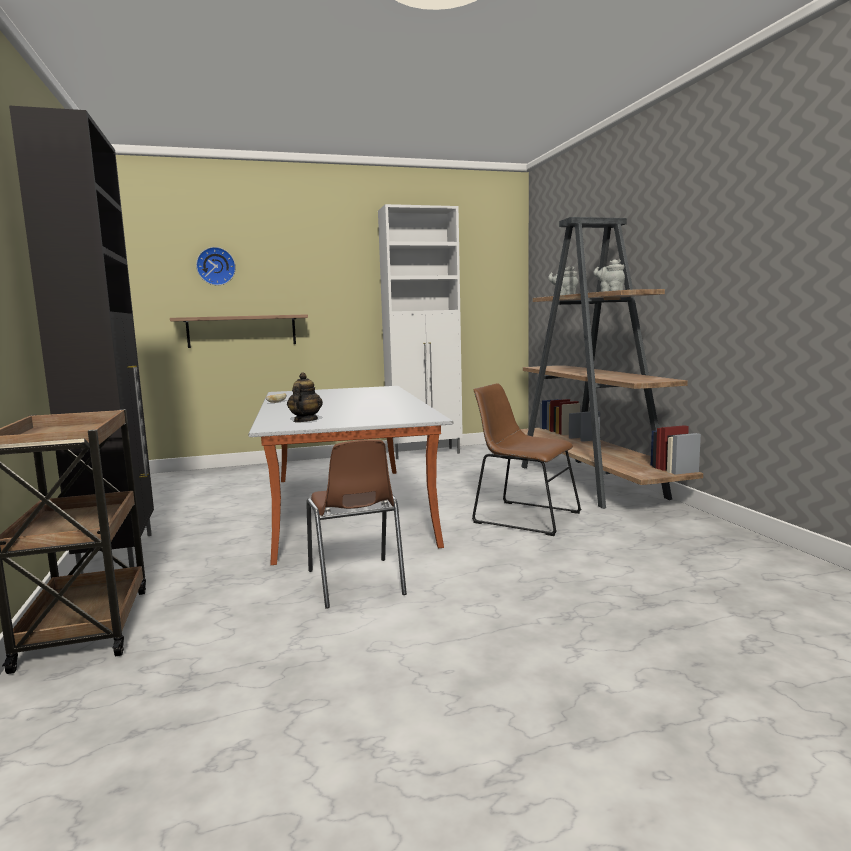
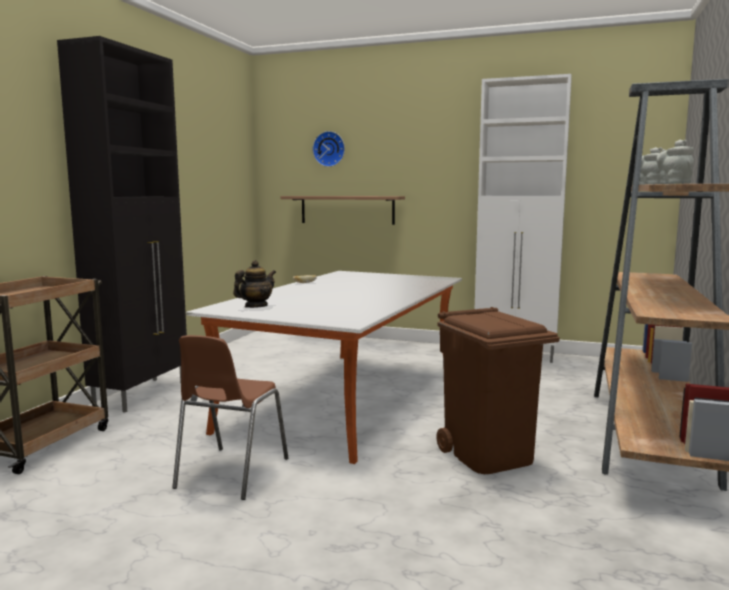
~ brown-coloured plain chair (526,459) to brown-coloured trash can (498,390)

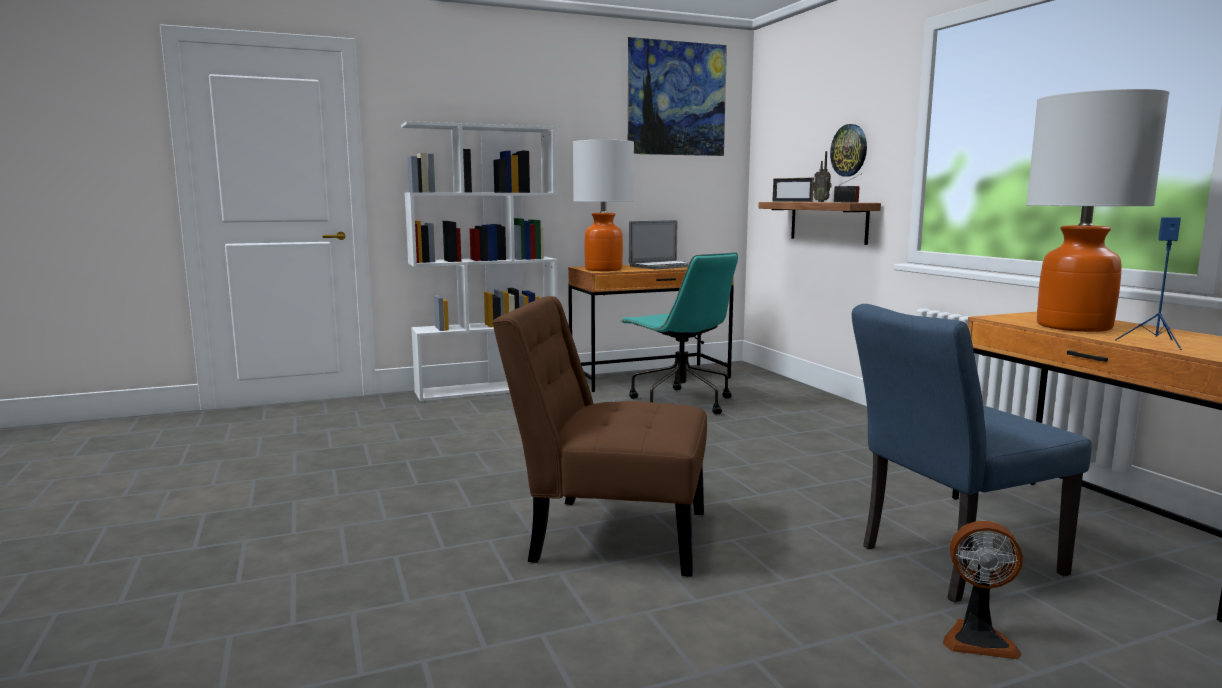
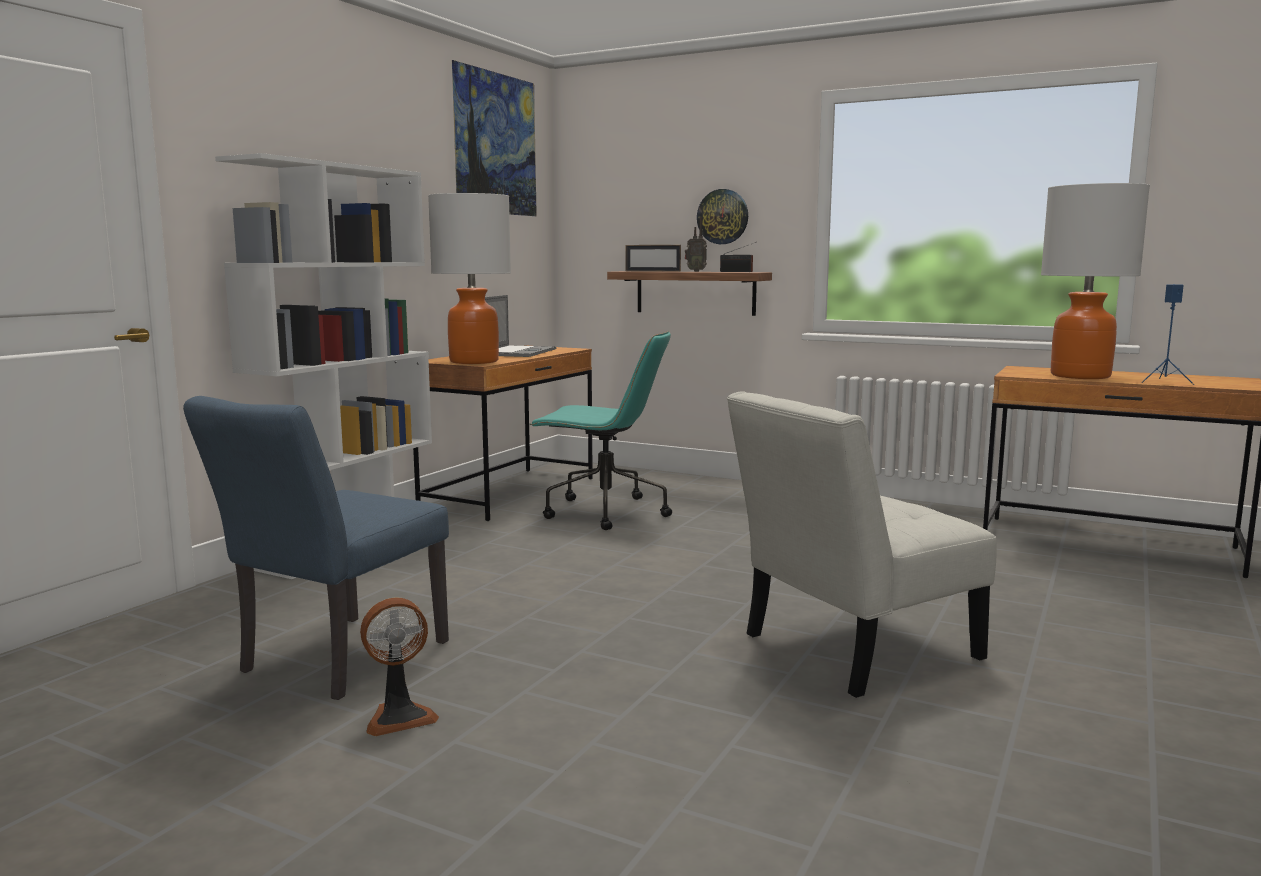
~ brown-coloured plain chair (599,436) to white-coloured plain chair (862,544)
~ blue plain chair (971,453) to (316,548)
~ electric fan (983,590) to (399,666)

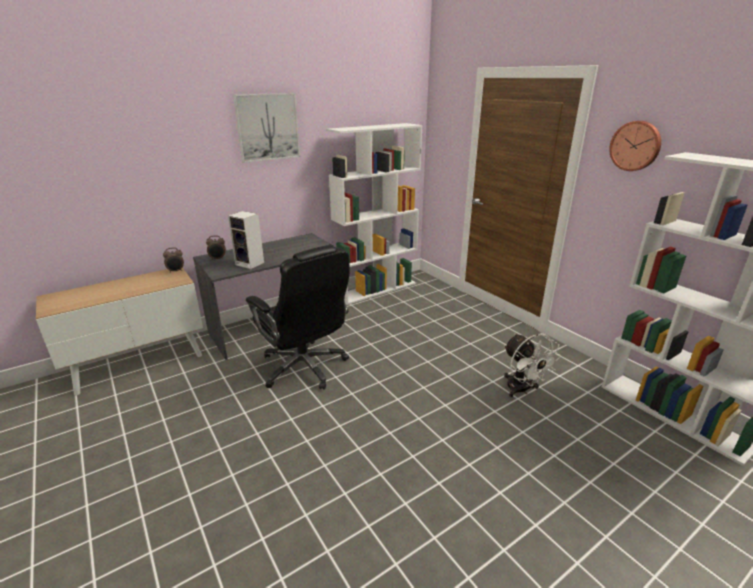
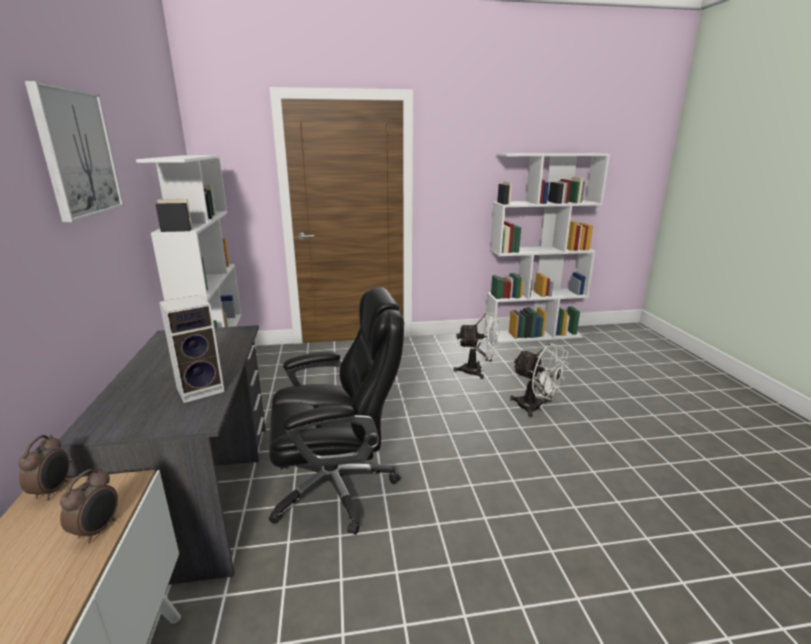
- hanging clock (635,146)
~ table clock (216,247) to (89,505)
+ white-coloured electric fan (539,380)

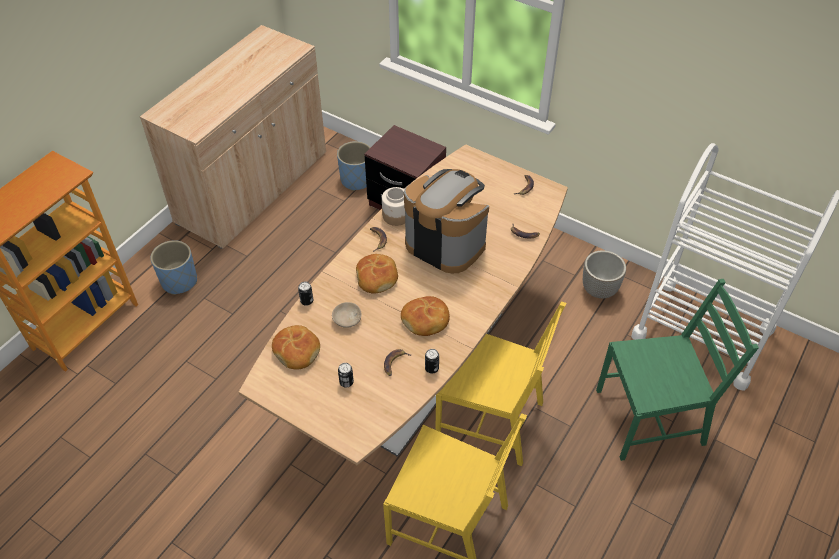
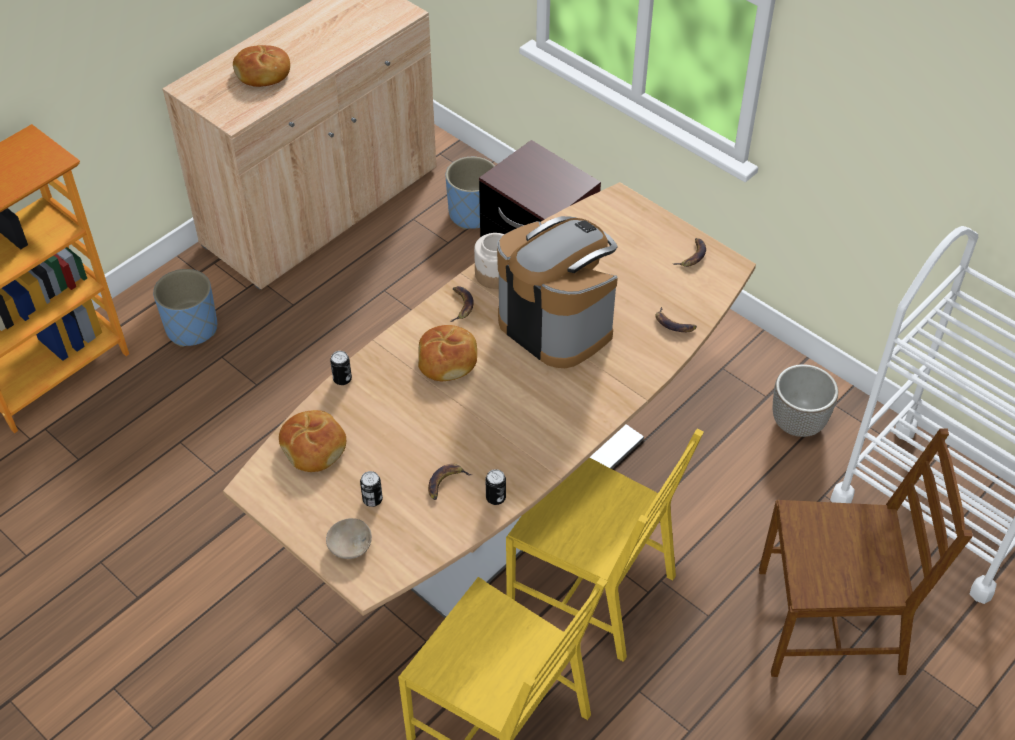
~ green-coloured plain chair (677,370) to brown-coloured plain chair (866,552)
~ baked bread (425,316) to (261,66)
~ beige deep dish (347,315) to (349,538)

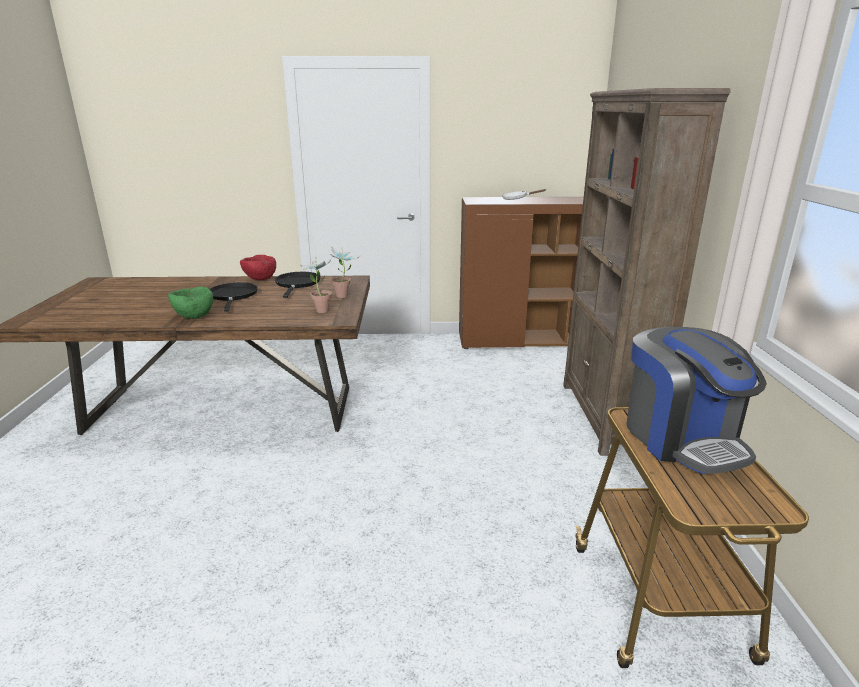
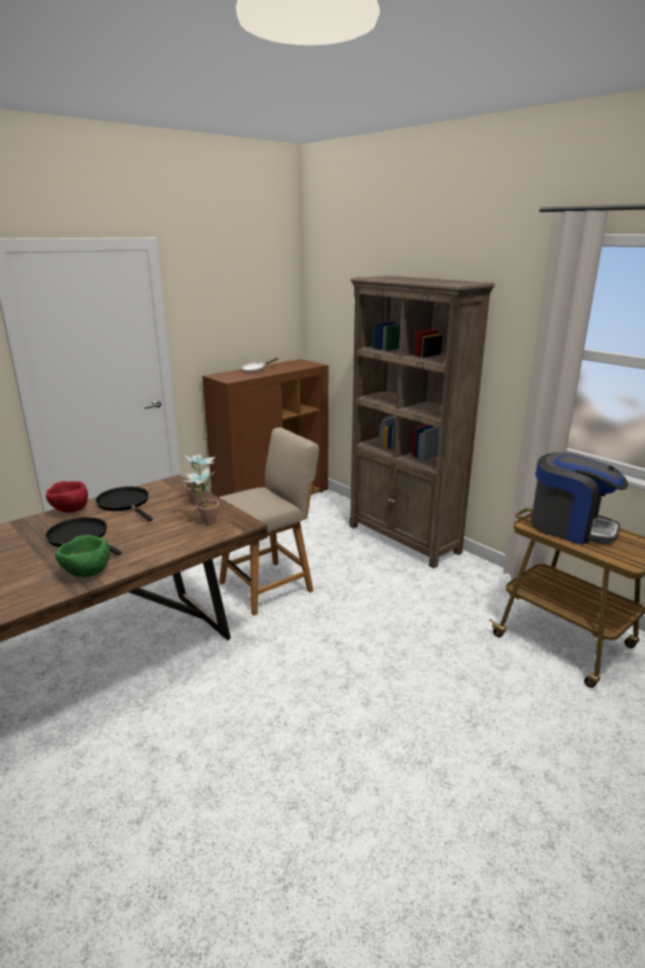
+ beige plain chair (269,521)

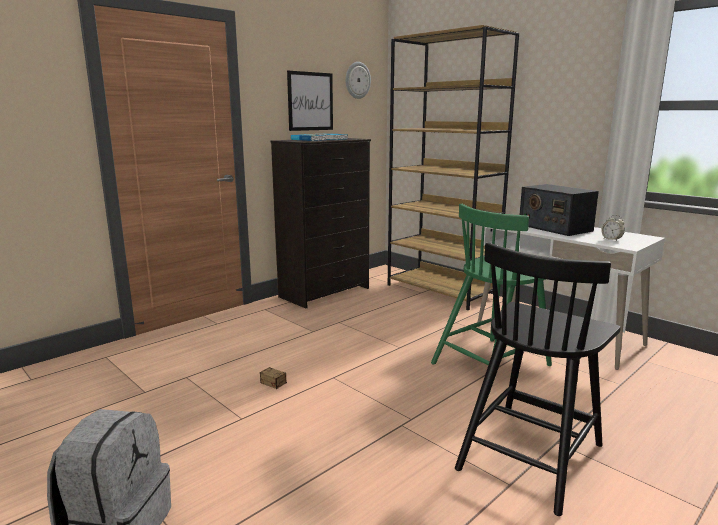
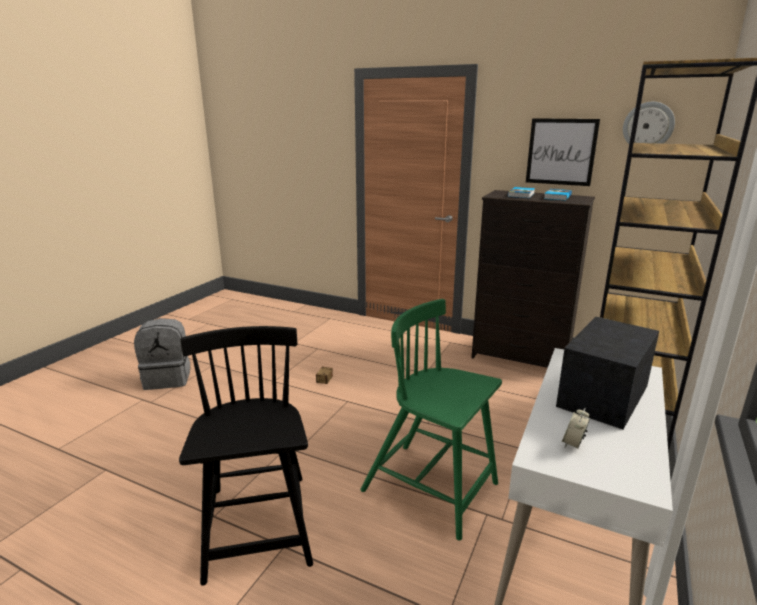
~ black plain chair (538,379) = (246,456) 60 degrees clockwise

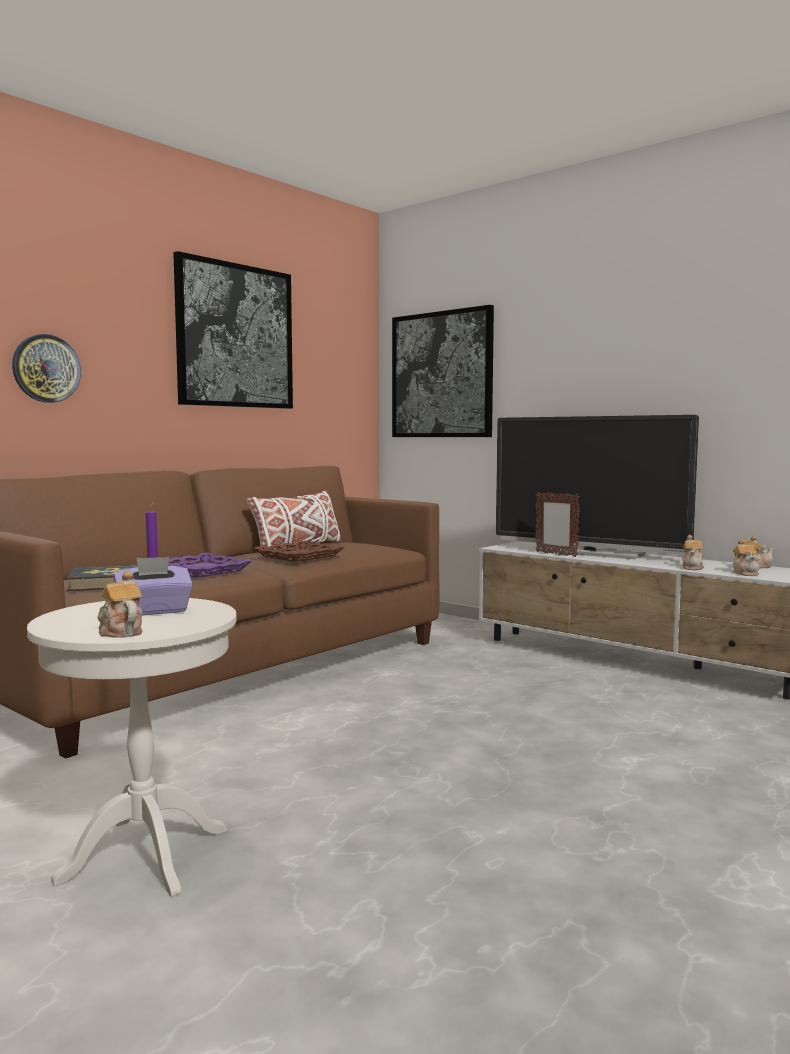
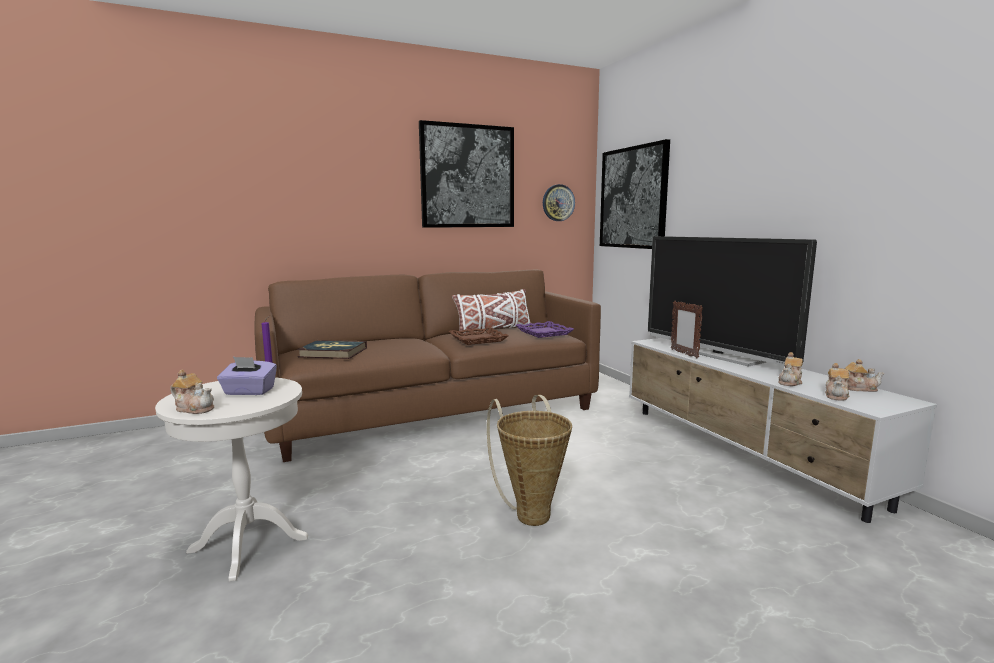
~ hanging clock (46,368) to (559,202)
~ purple-coloured tray (210,565) to (545,329)
~ pot for tea (120,604) = (192,392) 120 degrees clockwise
+ basket (529,460)

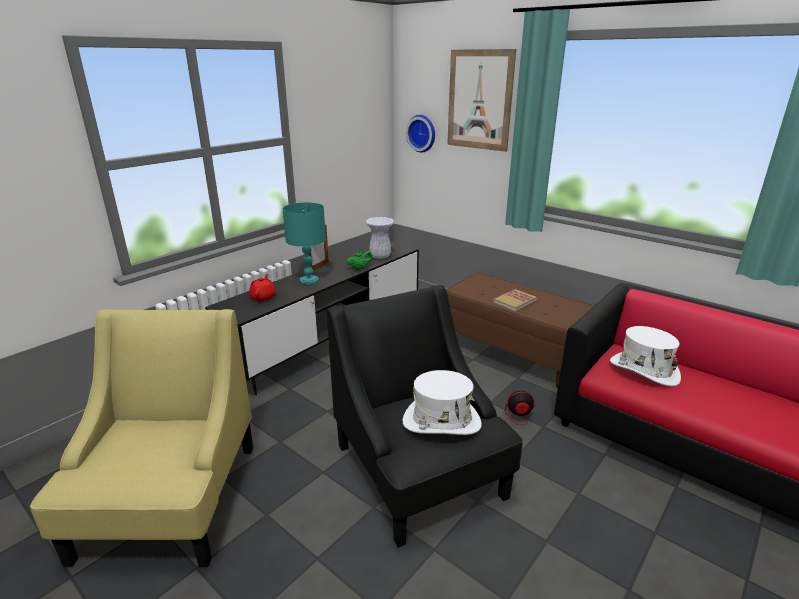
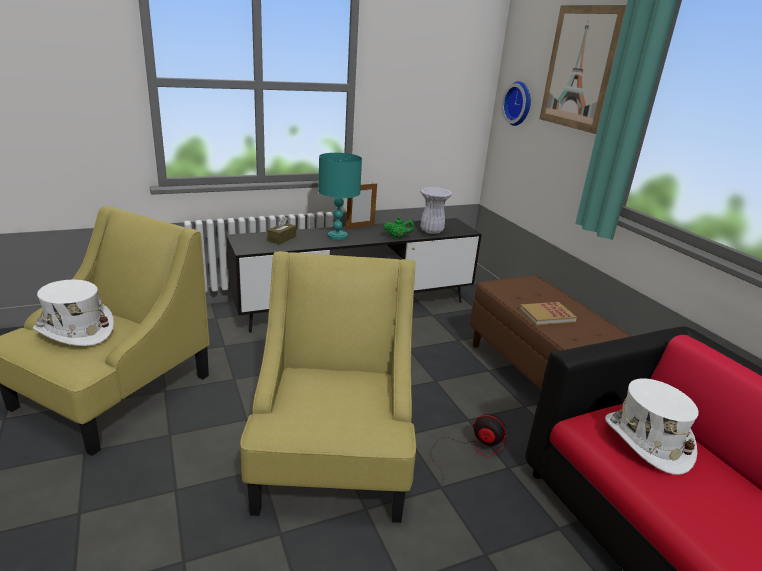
~ reddish pot for tea (262,287) to brown-coloured box of tissues (281,230)
~ black armchair (424,416) to yellow-coloured armchair (328,387)
~ white-coloured hat (442,402) to (73,313)

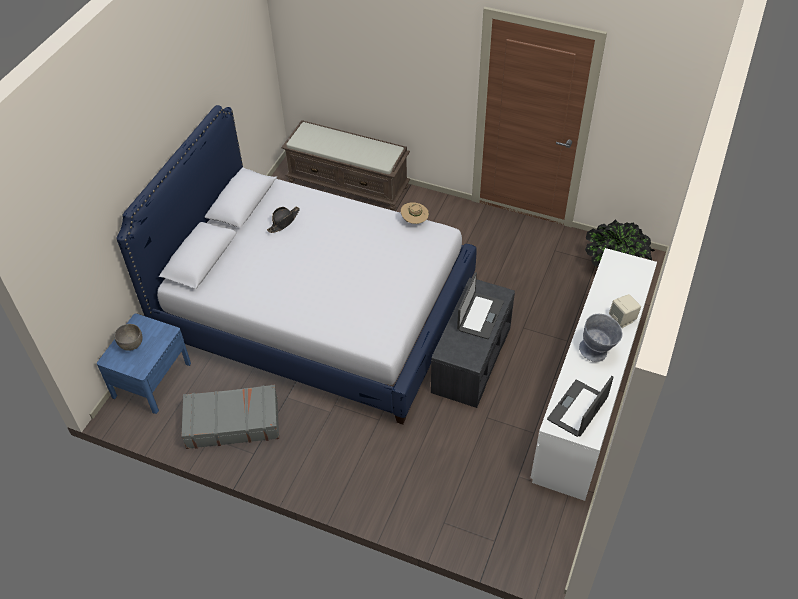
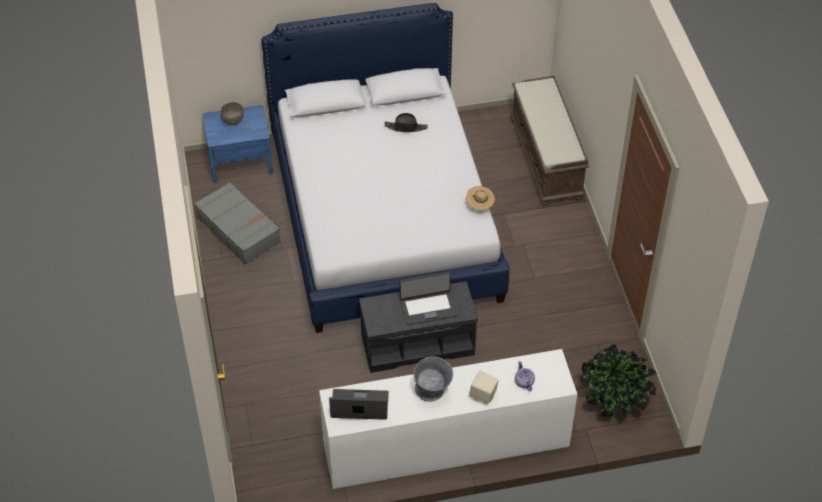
+ pot for tea (525,376)

